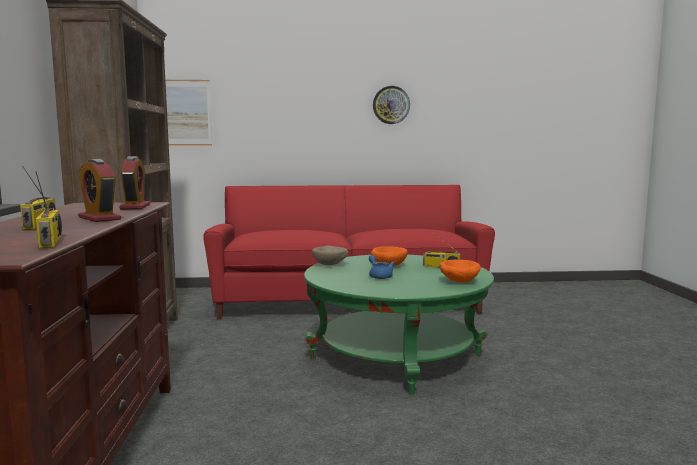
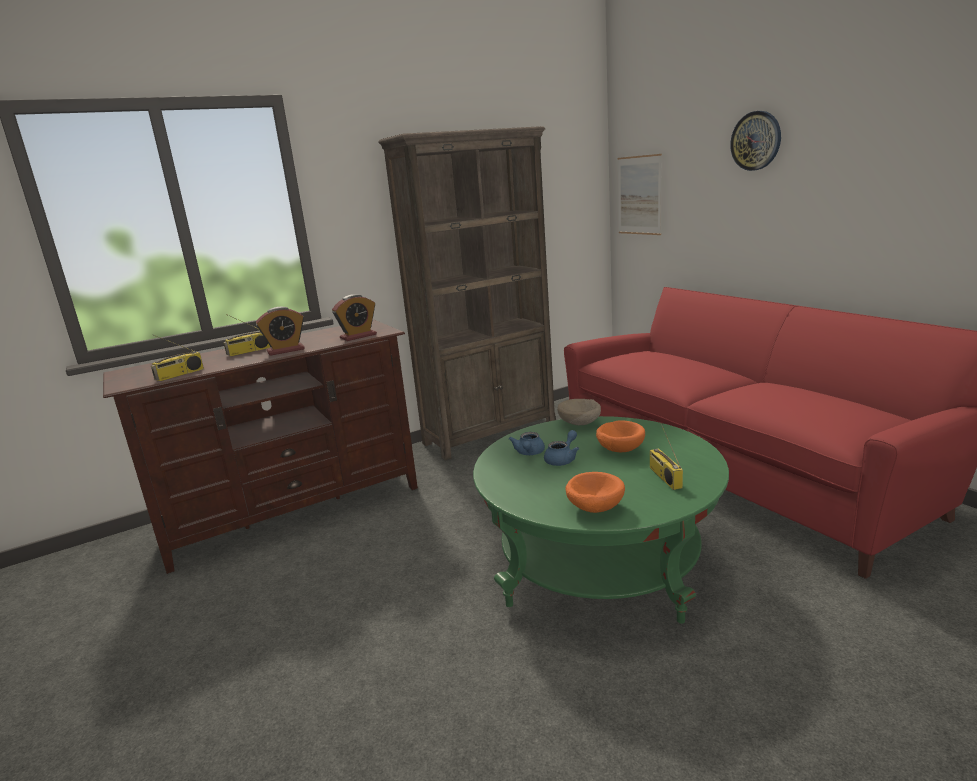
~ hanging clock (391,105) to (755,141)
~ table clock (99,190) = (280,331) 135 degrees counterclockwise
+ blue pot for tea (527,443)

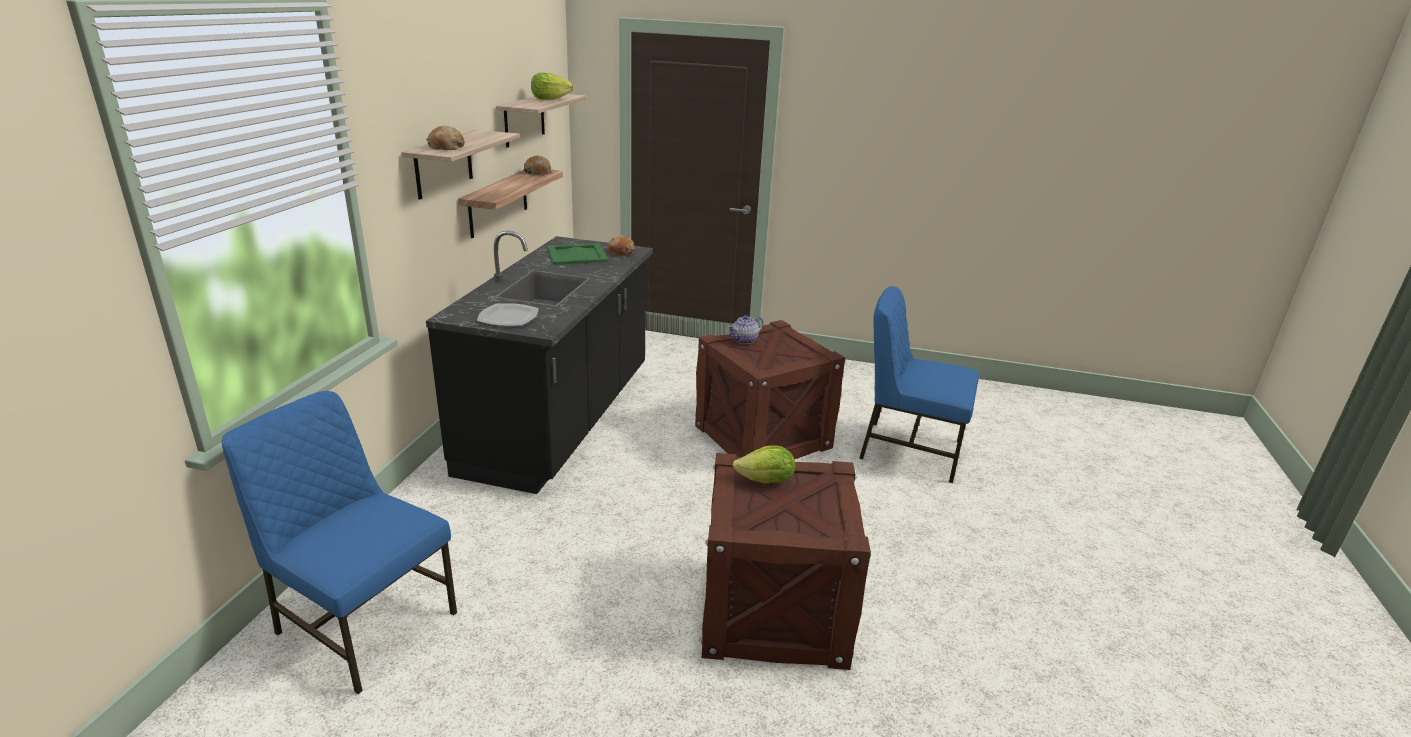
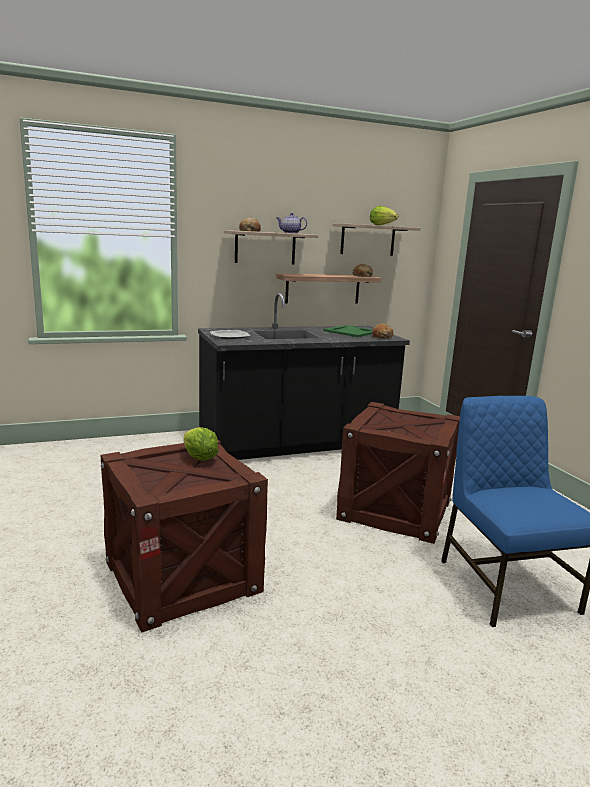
~ pot for tea (745,329) to (292,223)
- blue plain chair (339,542)

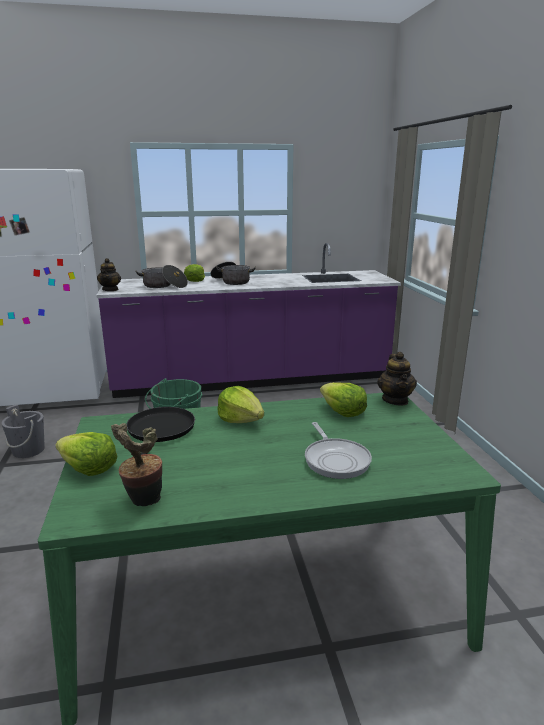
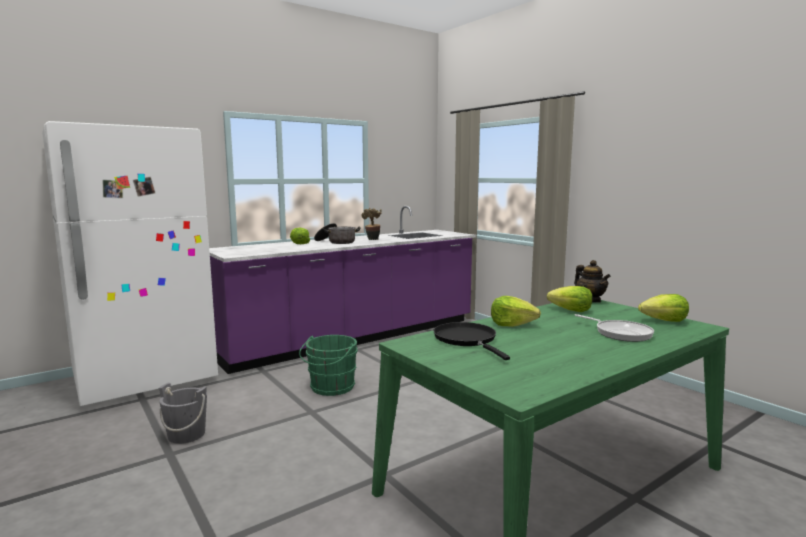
- pot for tea (109,274)
- stockpot (162,276)
~ plant in a pot (136,464) to (371,224)
~ lettuce (86,454) to (663,308)

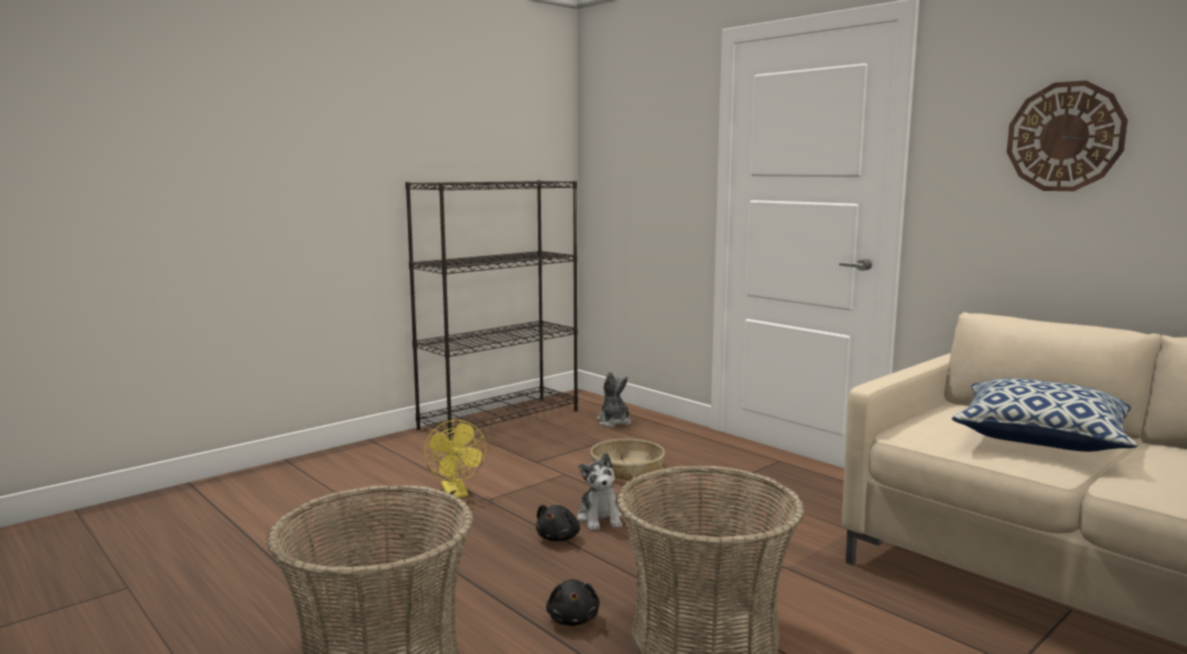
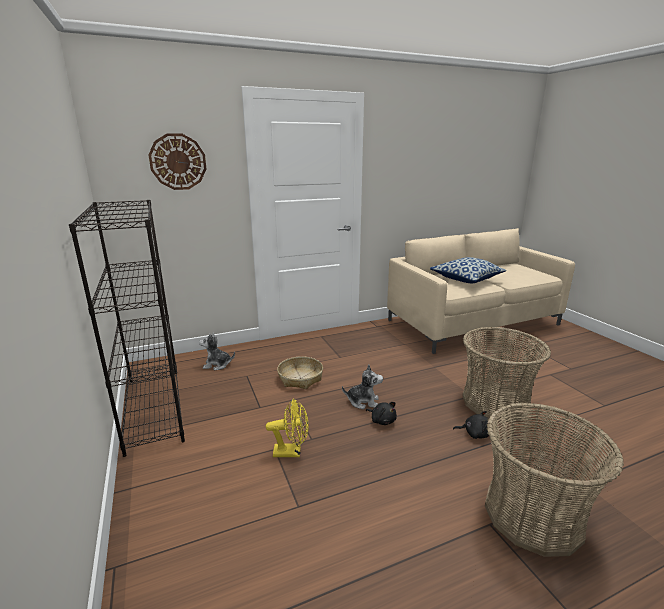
~ hanging clock (1067,135) to (177,161)

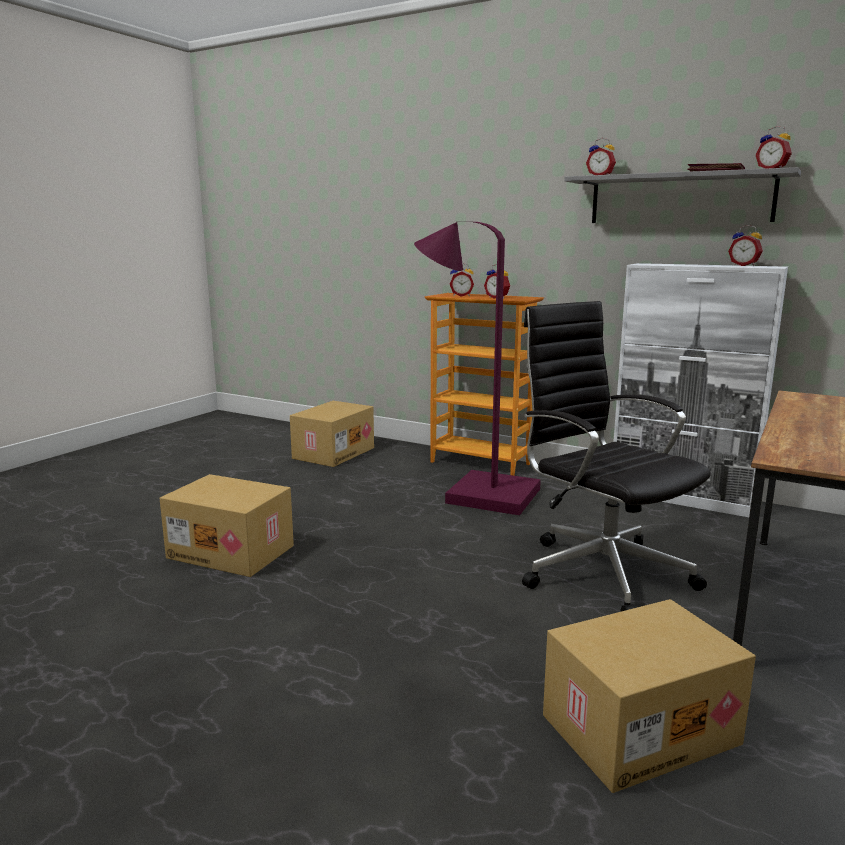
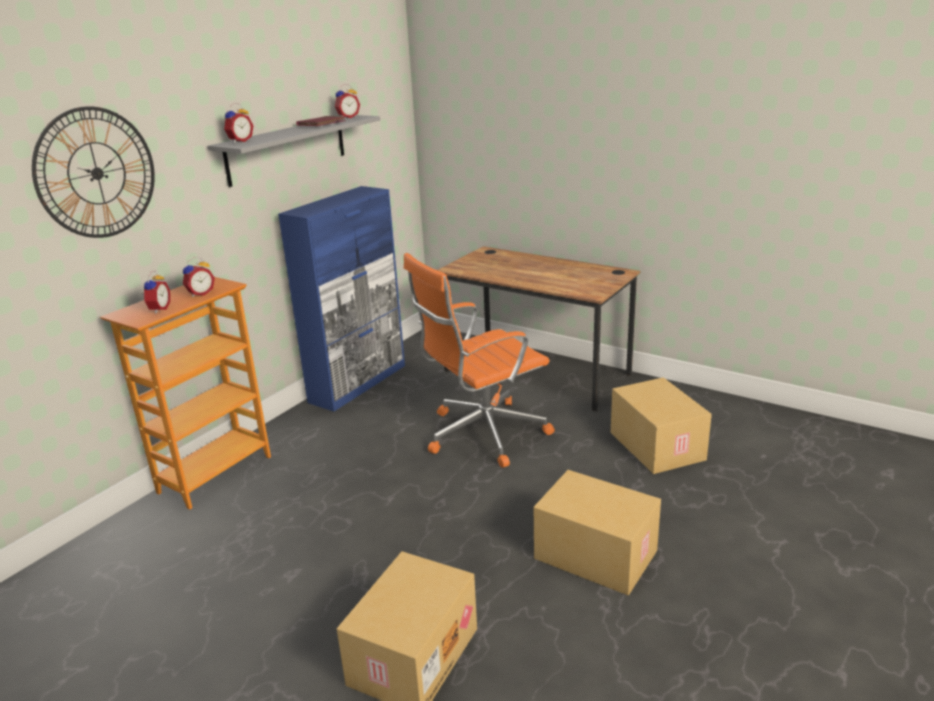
- purple-coloured standing lamp (477,368)
- table clock (745,245)
~ white-coloured storage cabinet (700,390) to blue storage cabinet (341,299)
~ black computer chair (616,456) to orange-coloured computer chair (479,360)
~ packing box (332,434) to (597,532)
+ hanging clock (93,172)

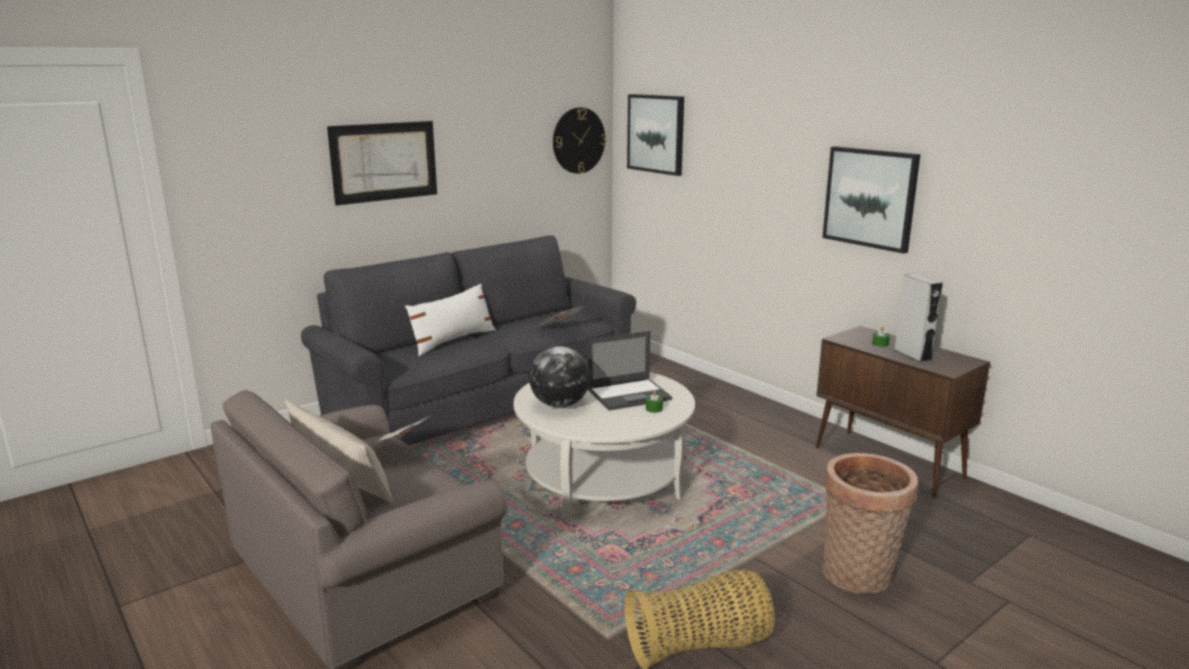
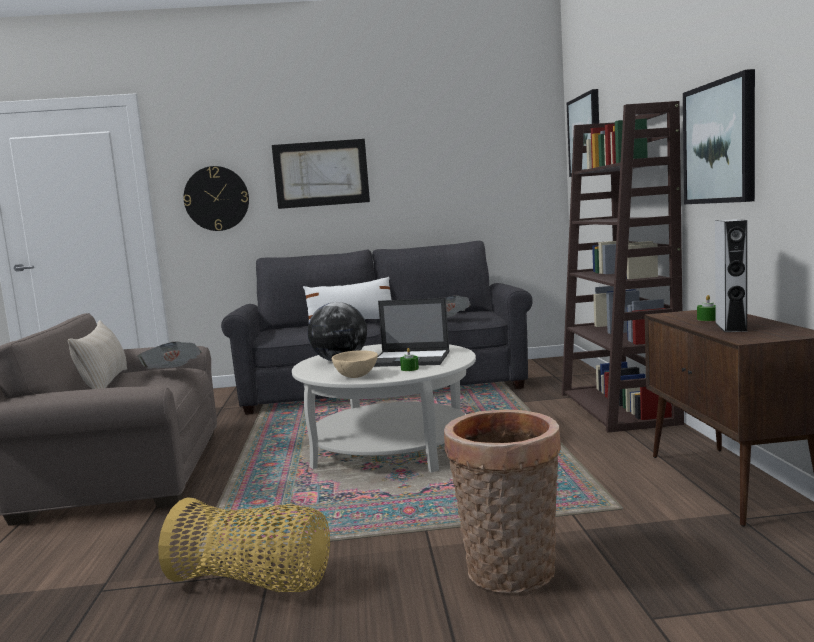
~ hanging clock (579,140) to (216,198)
+ brown-coloured bookshelf (623,267)
+ beige deep dish (355,364)

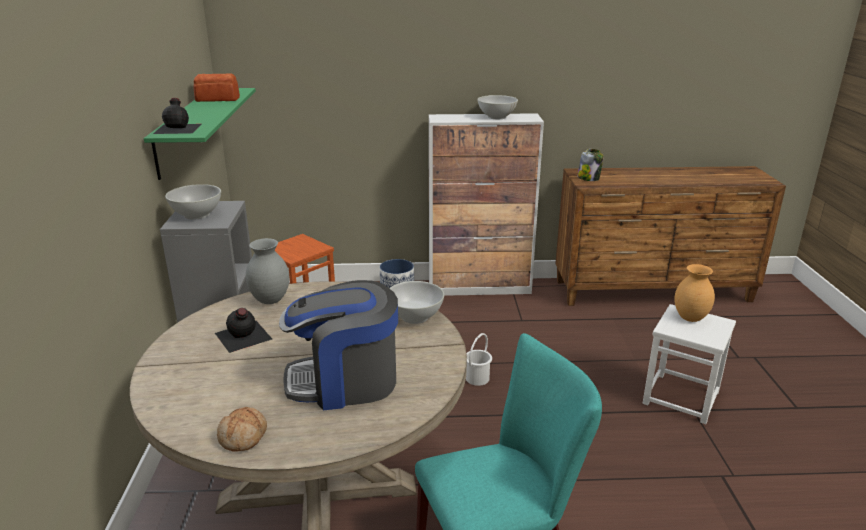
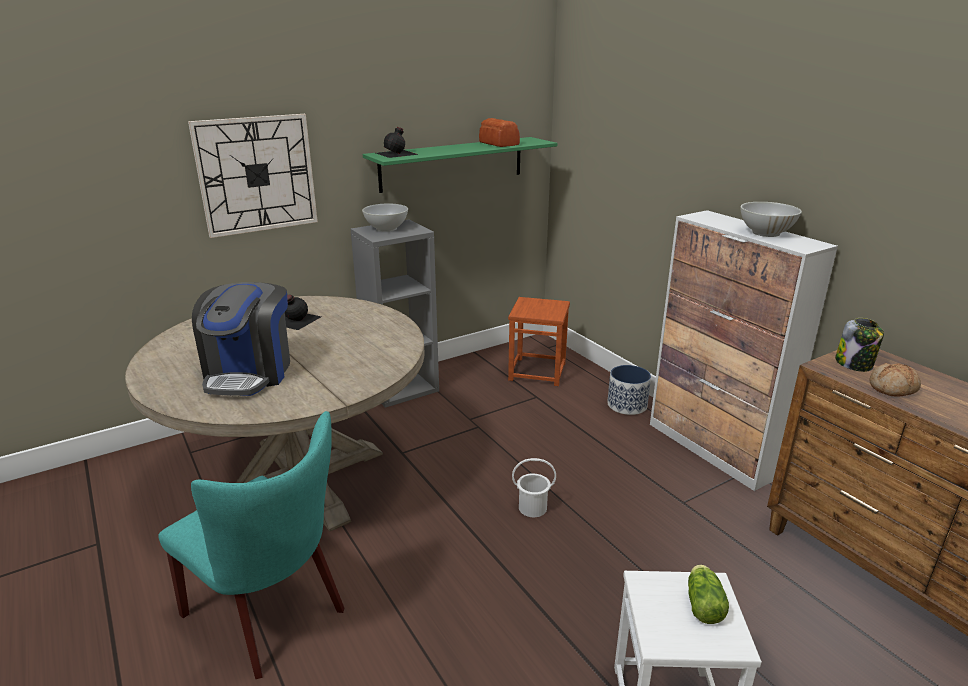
- greyish flower vase (268,271)
~ brown-coloured flower vase (695,293) to lettuce (708,594)
~ coffee brewer (338,345) = (241,339) 135 degrees counterclockwise
- white-coloured deep dish (417,302)
~ baked bread (242,429) to (895,380)
+ hanging clock (253,176)

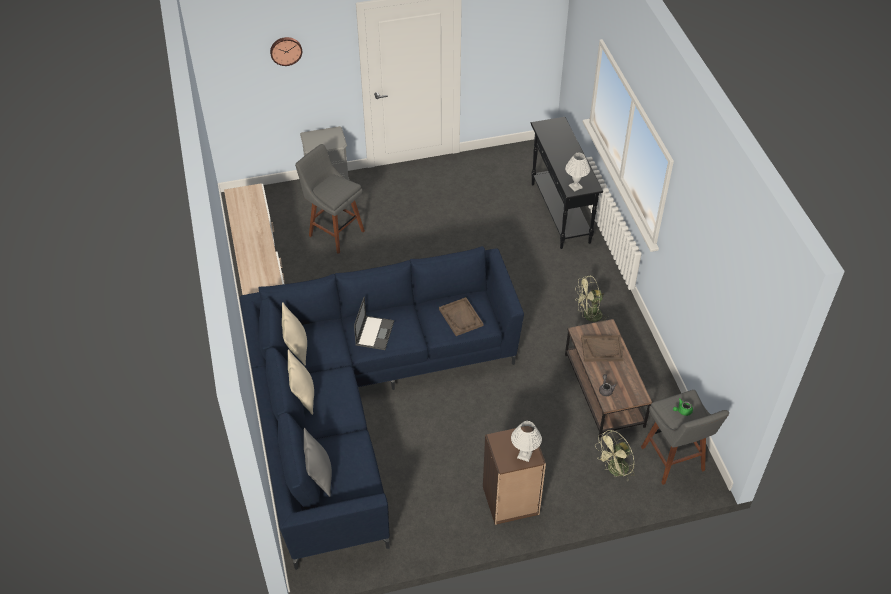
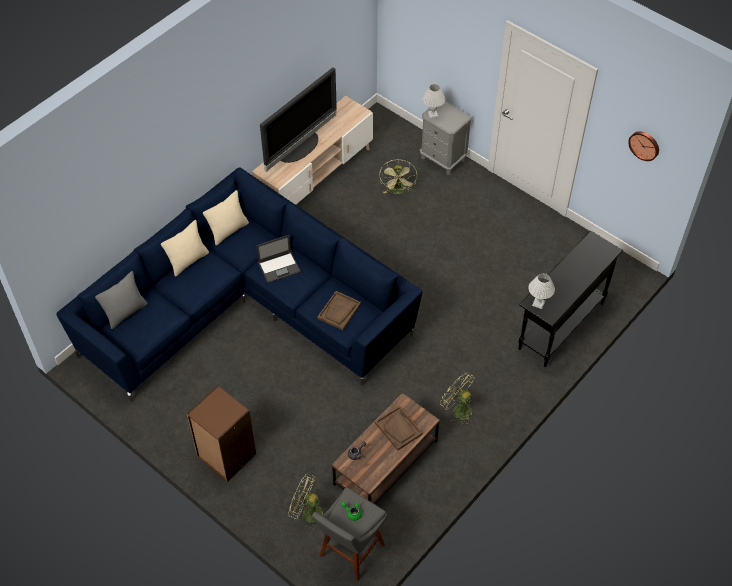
~ hanging clock (286,51) to (643,146)
~ greyish stool seat (330,199) to green-coloured electric fan (398,177)
~ white-coloured tabletop lamp (526,441) to (434,101)
+ TV set (298,120)

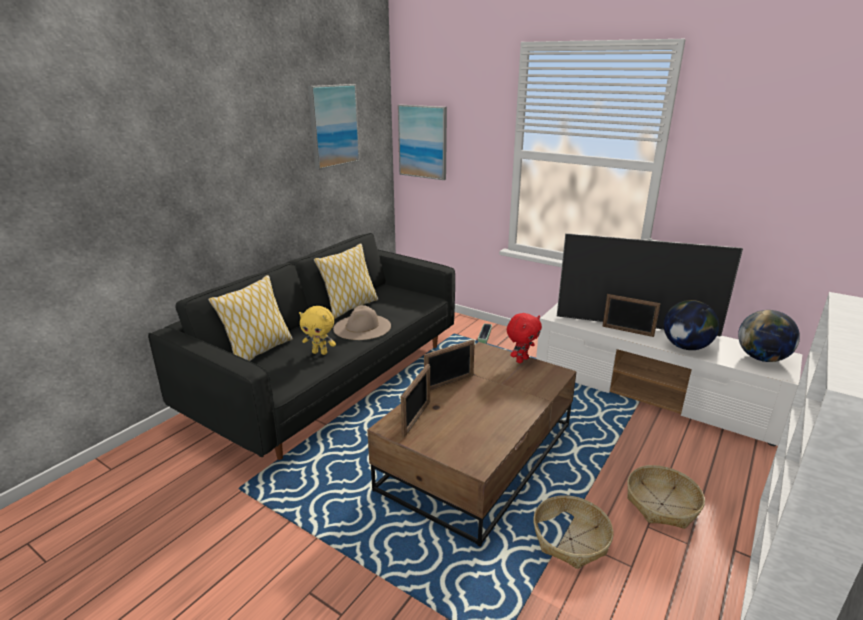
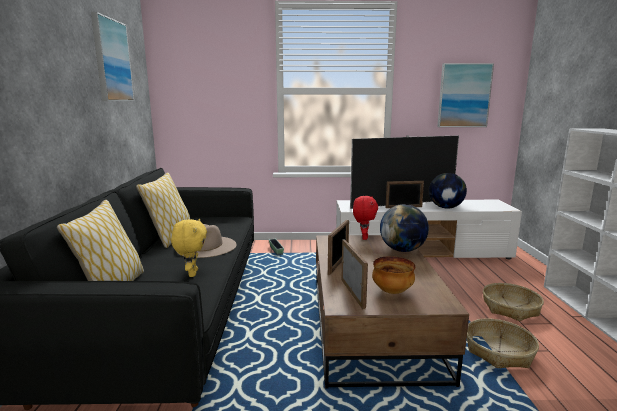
~ wall picture (422,142) to (465,95)
~ yellow-coloured plush toy (317,330) = (189,248) 75 degrees counterclockwise
~ globe (769,336) to (404,228)
+ deep dish (393,275)

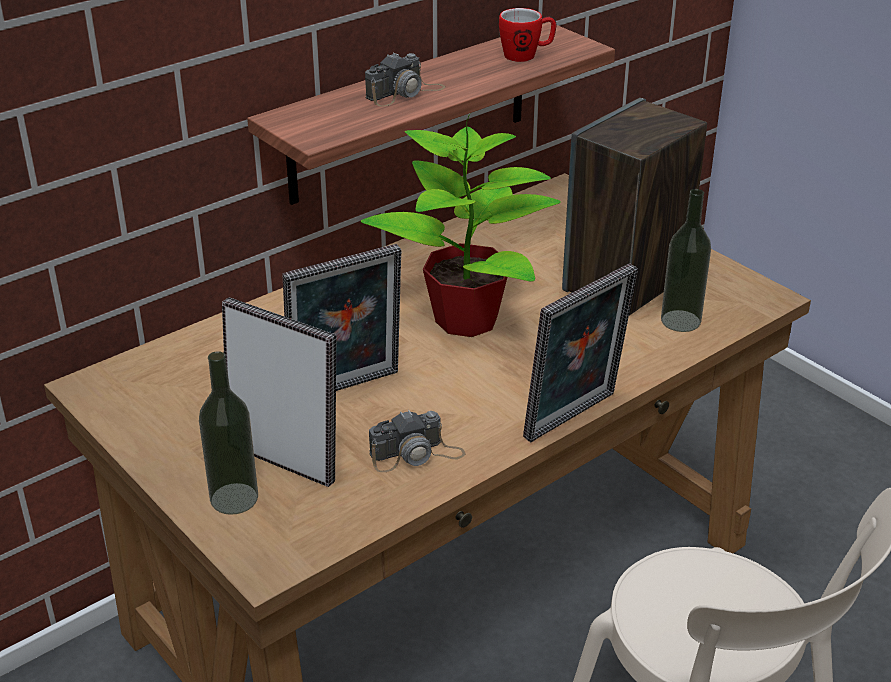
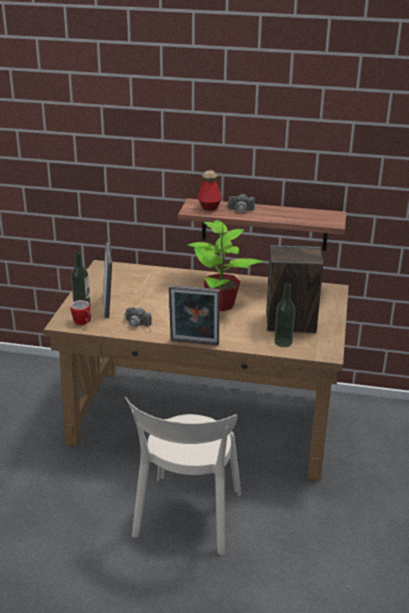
~ coffee mug (527,35) to (80,312)
- standing frame (341,317)
+ bottle (210,190)

